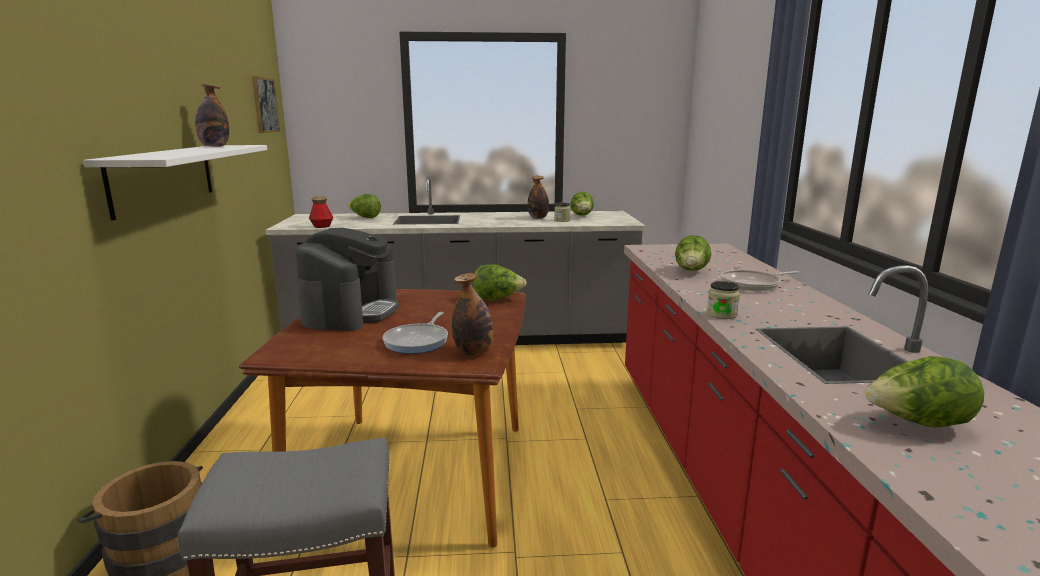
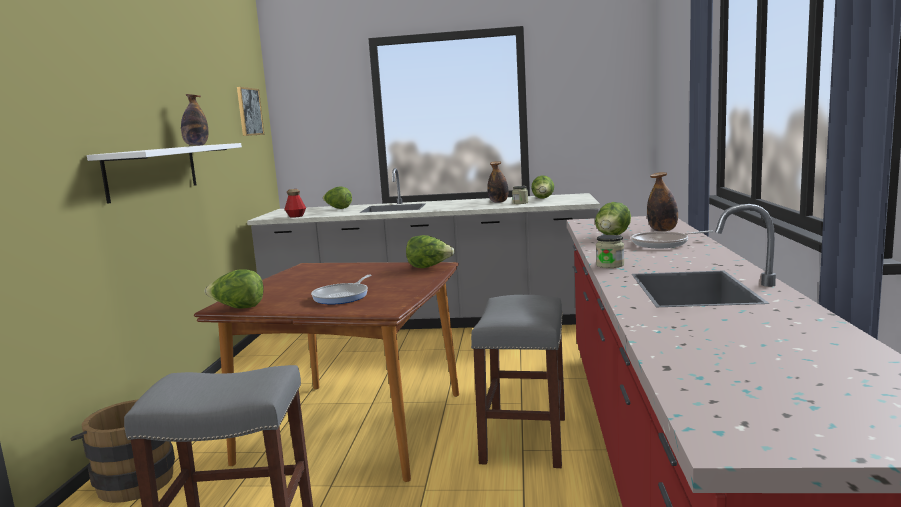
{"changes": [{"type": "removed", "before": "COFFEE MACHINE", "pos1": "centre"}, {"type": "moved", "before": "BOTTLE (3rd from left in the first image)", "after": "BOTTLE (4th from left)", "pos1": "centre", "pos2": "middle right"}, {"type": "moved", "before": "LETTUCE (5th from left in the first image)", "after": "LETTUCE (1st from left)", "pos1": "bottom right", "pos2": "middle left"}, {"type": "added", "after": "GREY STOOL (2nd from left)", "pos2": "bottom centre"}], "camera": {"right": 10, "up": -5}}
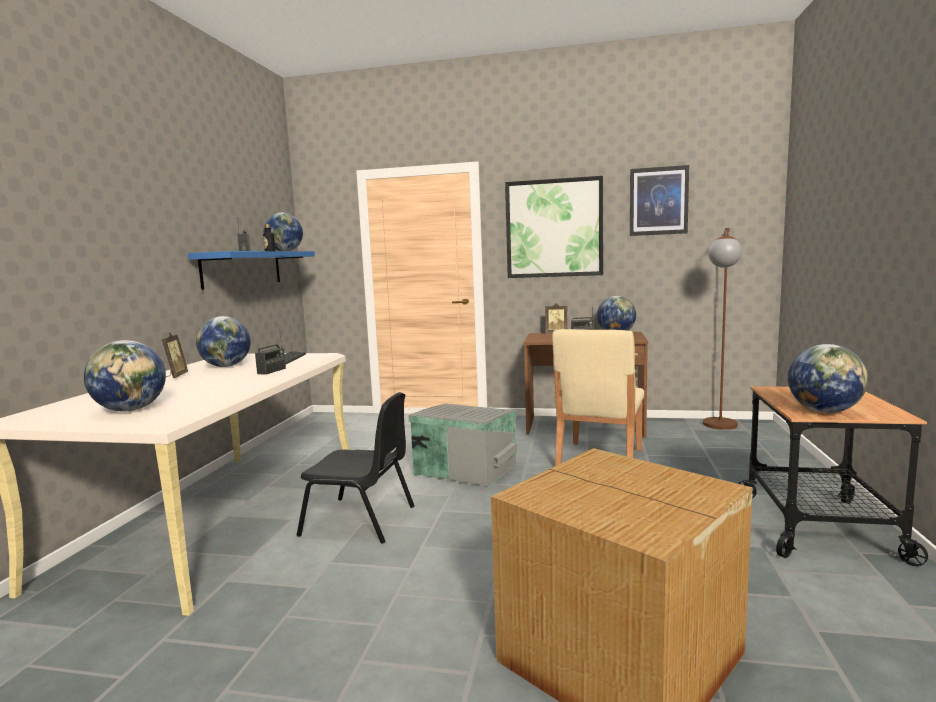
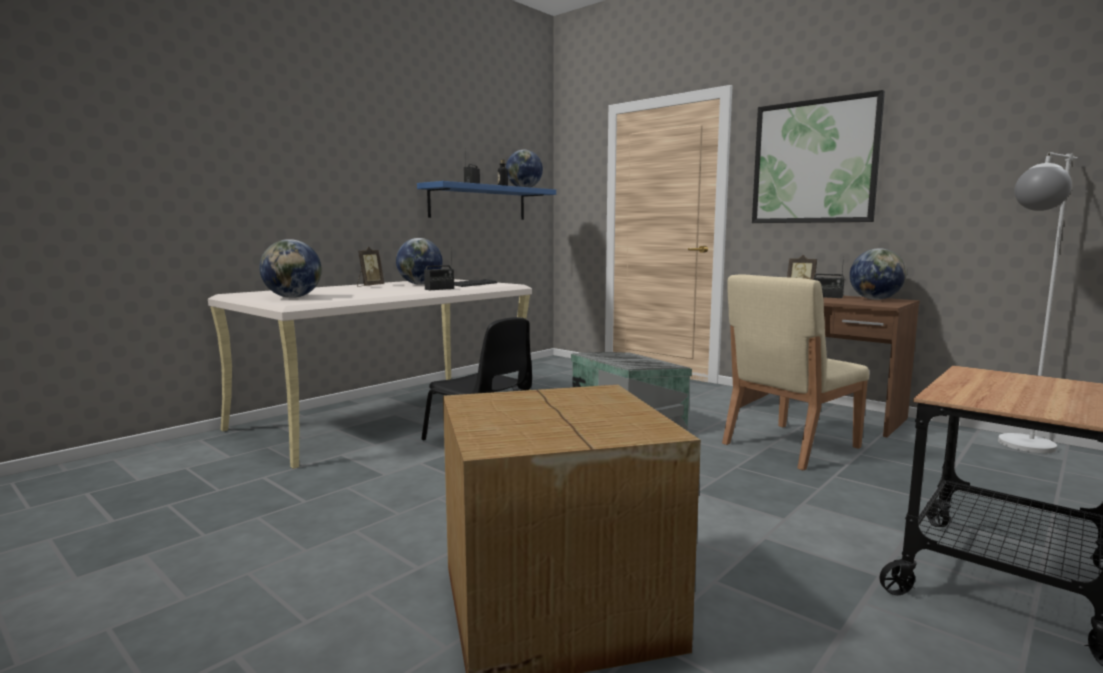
{"changes": [{"type": "removed", "before": "PICTURE (2nd from left)", "pos1": "top right"}, {"type": "recoloured", "before": "BROWN FLOOR LAMP", "after": "WHITE FLOOR LAMP", "pos1": "middle right", "pos2": "middle right"}, {"type": "removed", "before": "GLOBE (5th from left)", "pos1": "middle right"}], "camera": {"right": 30, "up": 0}}
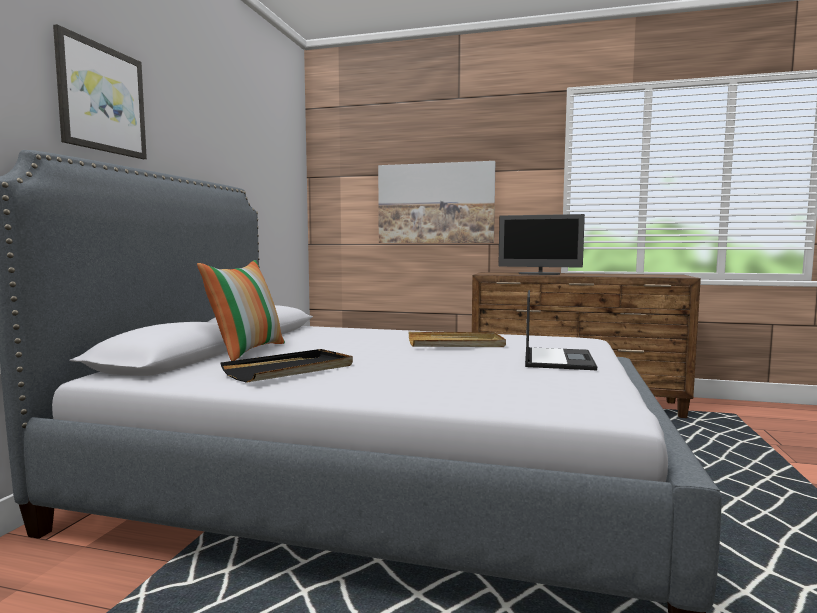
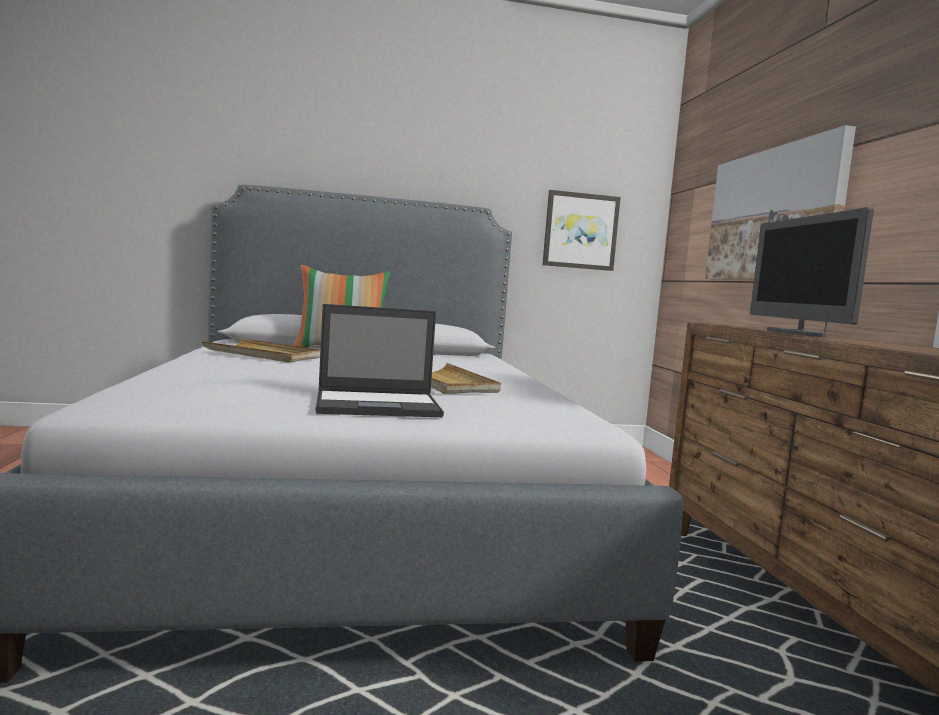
{"changes": [{"type": "moved", "before": "PICTURE (1st from left)", "pos1": "top left", "pos2": "top centre"}, {"type": "recoloured", "before": "BLACK TRAY", "after": "BEIGE TRAY (1st from left)", "pos1": "centre", "pos2": "middle left"}], "camera": {"right": 65, "up": 0}}
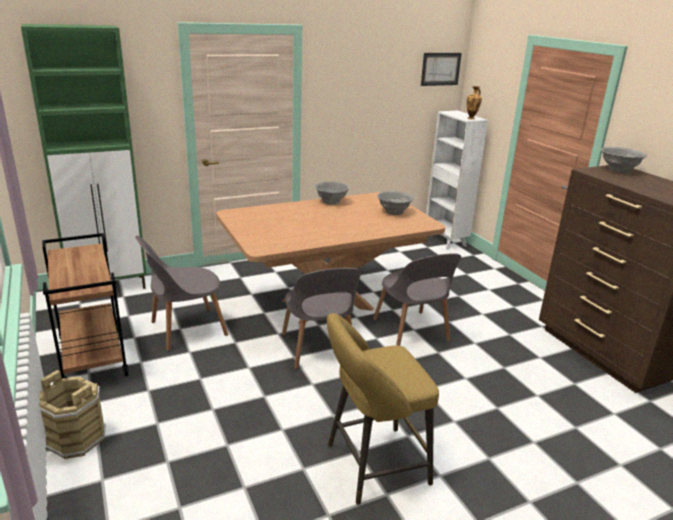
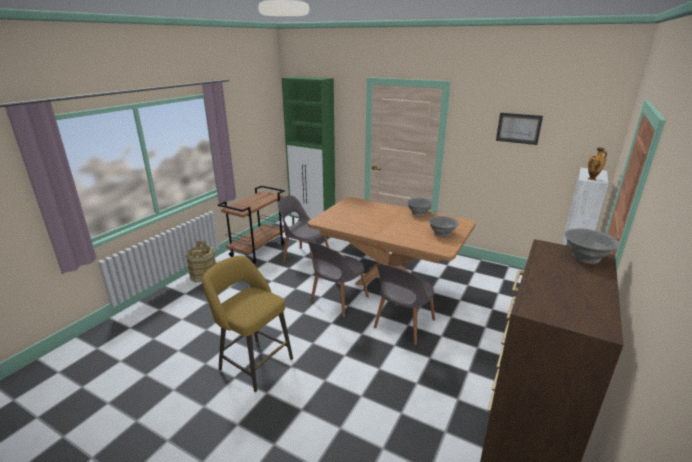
{"changes": [{"type": "moved", "before": "PICTURE", "pos1": "top centre", "pos2": "top right"}], "camera": {"right": 55, "up": 0}}
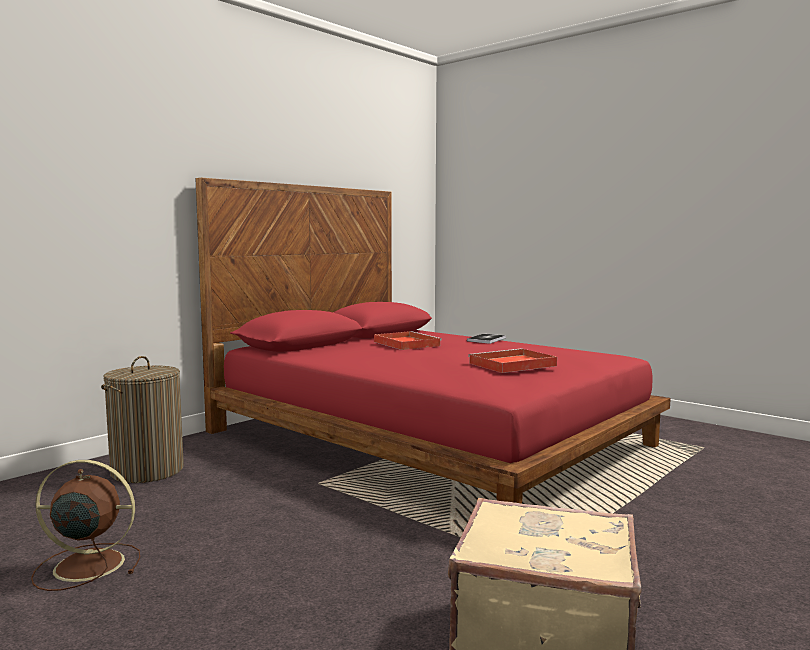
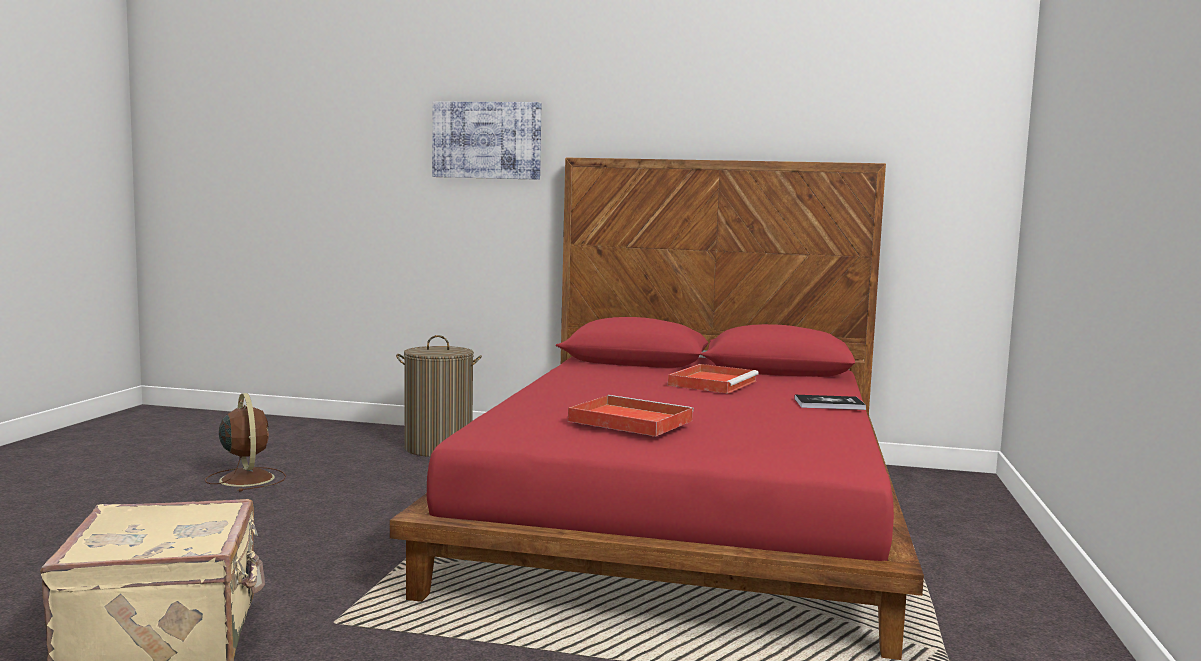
{"changes": [{"type": "added", "after": "PICTURE", "pos2": "top centre"}], "camera": {"right": 60, "up": 0}}
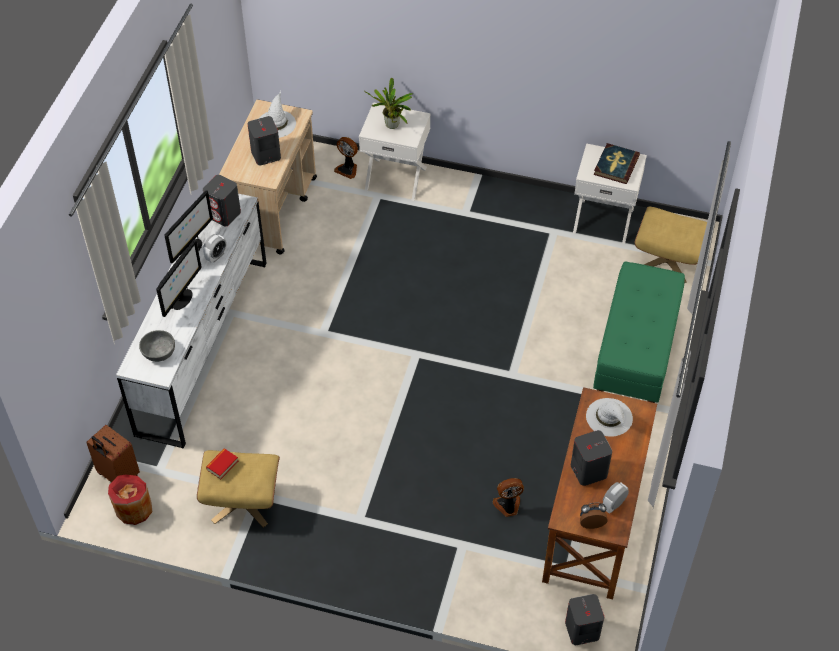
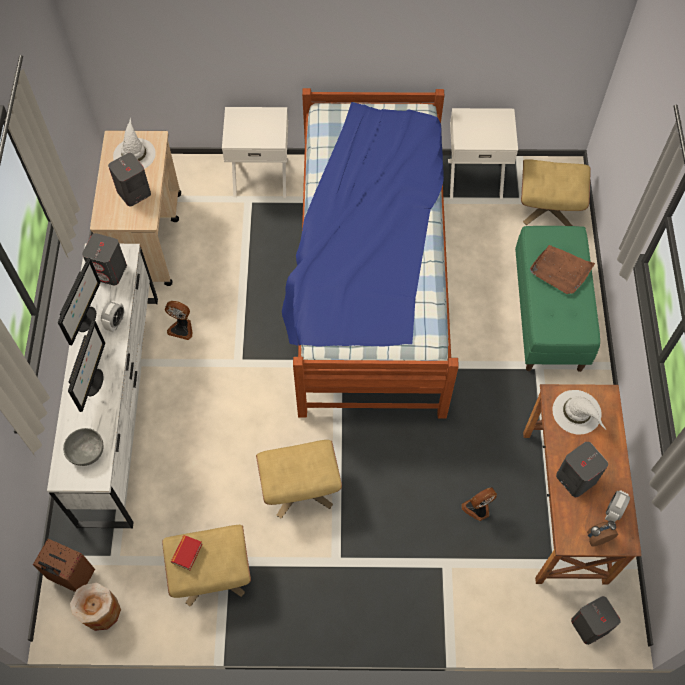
{"changes": [{"type": "removed", "before": "POTTED PLANT", "pos1": "top centre"}, {"type": "moved", "before": "FAN (1st from left)", "pos1": "top centre", "pos2": "middle left"}, {"type": "removed", "before": "BOOK (2nd from left)", "pos1": "top right"}, {"type": "recoloured", "before": "RED VASE", "after": "BEIGE VASE", "pos1": "bottom left", "pos2": "bottom left"}, {"type": "added", "after": "BED", "pos2": "centre"}, {"type": "added", "after": "BROWN TRAY", "pos2": "middle right"}, {"type": "added", "after": "BEIGE OTTOMAN (2nd from left)", "pos2": "bottom centre"}], "camera": {"right": -15, "up": 10}}
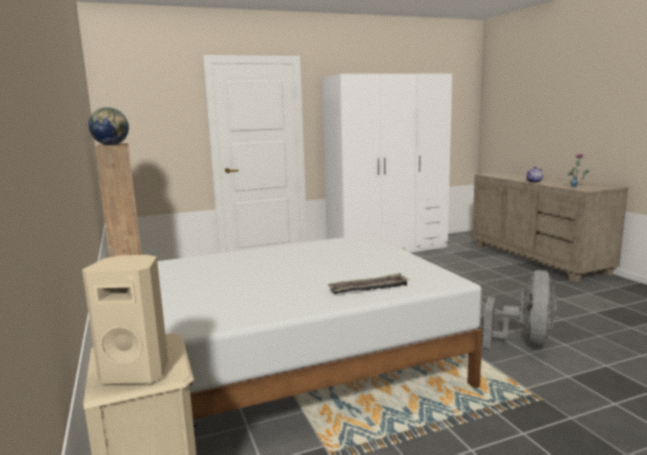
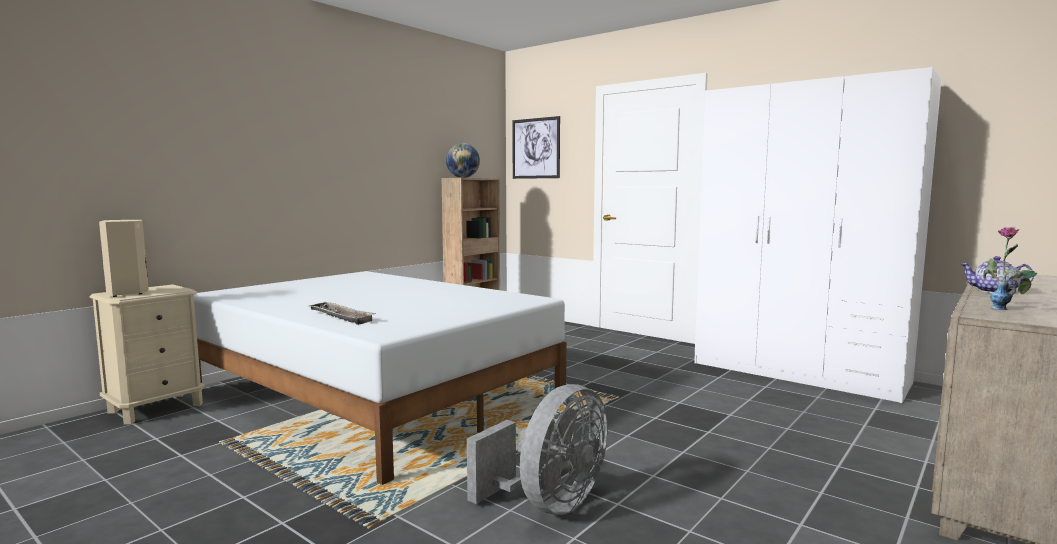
{"changes": [{"type": "turned", "before": "GREY FAN", "pos1": "bottom right", "pos2": "bottom centre", "turn": -45}, {"type": "added", "after": "PICTURE", "pos2": "top centre"}], "camera": {"right": 60, "up": -5}}
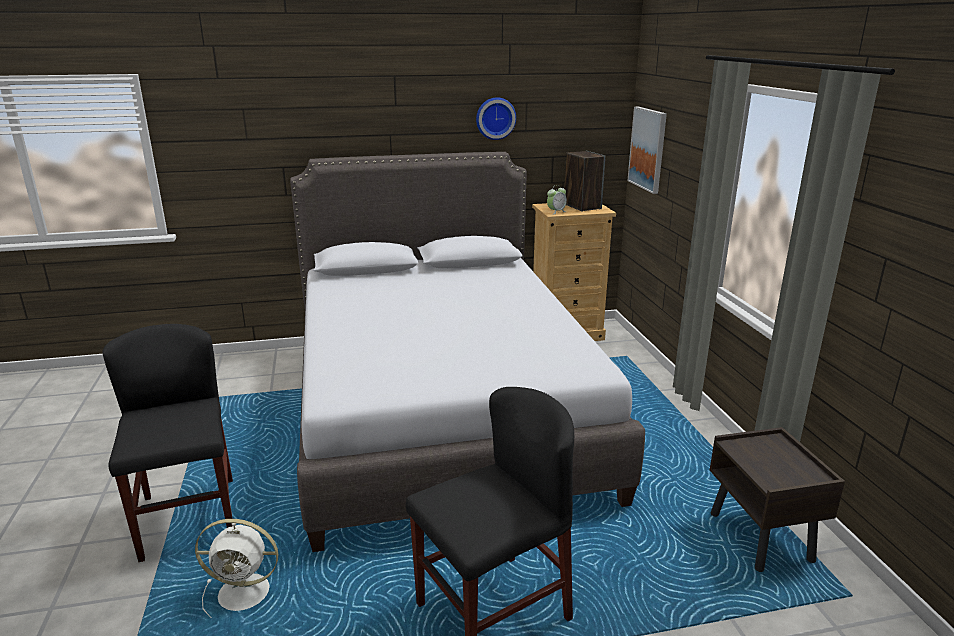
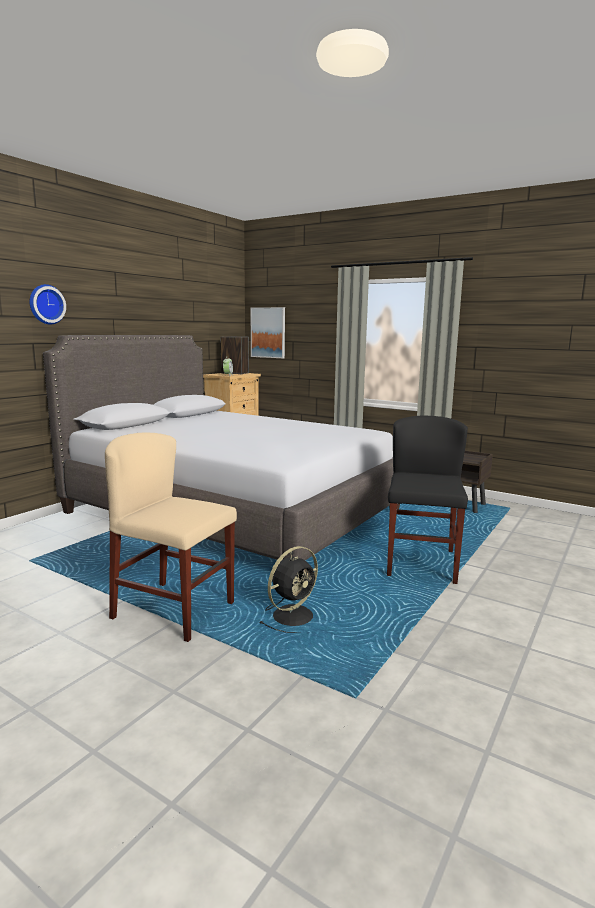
{"changes": [{"type": "moved", "before": "WALL CLOCK", "pos1": "top centre", "pos2": "middle left"}, {"type": "recoloured", "before": "BLACK CHAIR (1st from left)", "after": "BEIGE CHAIR", "pos1": "bottom left", "pos2": "middle left"}, {"type": "recoloured", "before": "WHITE FAN", "after": "BLACK FAN", "pos1": "bottom left", "pos2": "centre"}], "camera": {"right": -45, "up": -10}}
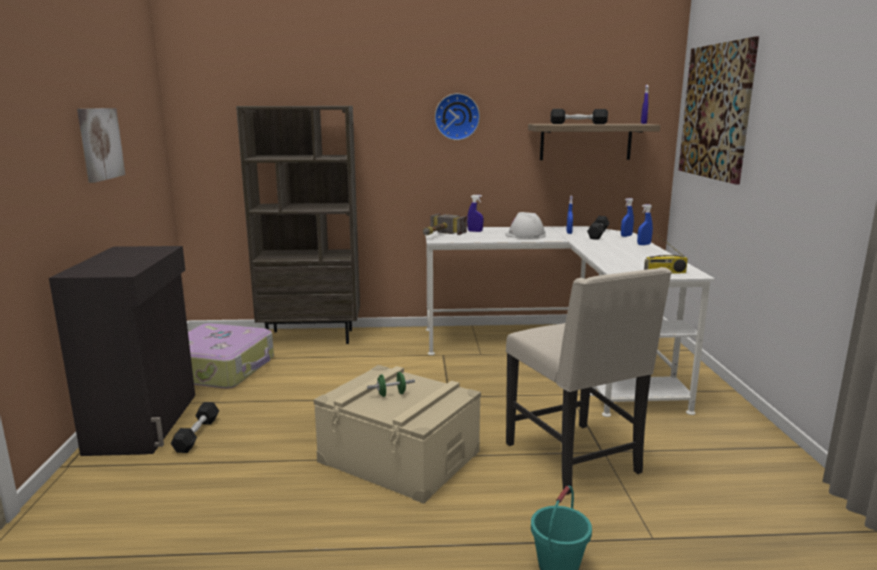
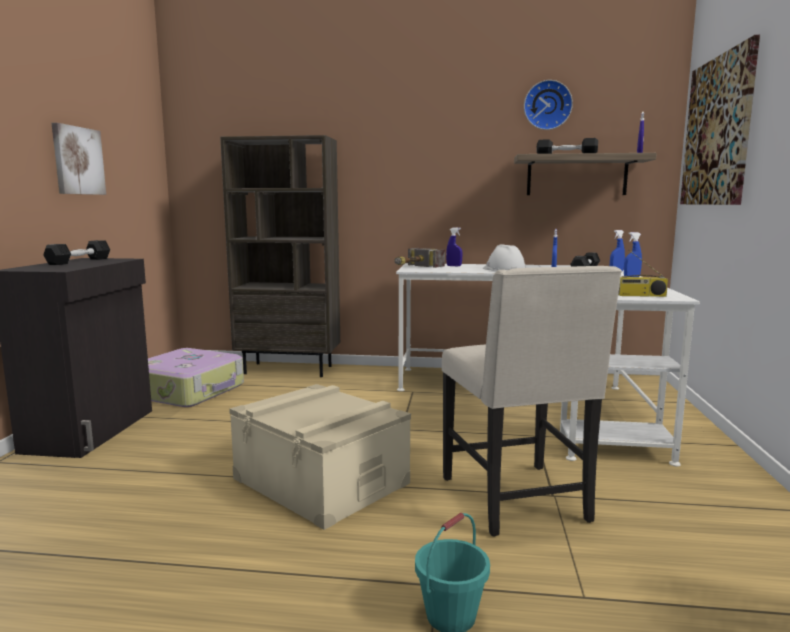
{"changes": [{"type": "moved", "before": "WALL CLOCK", "pos1": "top centre", "pos2": "top right"}, {"type": "removed", "before": "GREEN DUMBBELL", "pos1": "bottom centre"}, {"type": "moved", "before": "BLACK DUMBBELL (1st from left)", "pos1": "bottom left", "pos2": "middle left"}], "camera": {"right": 10, "up": -5}}
